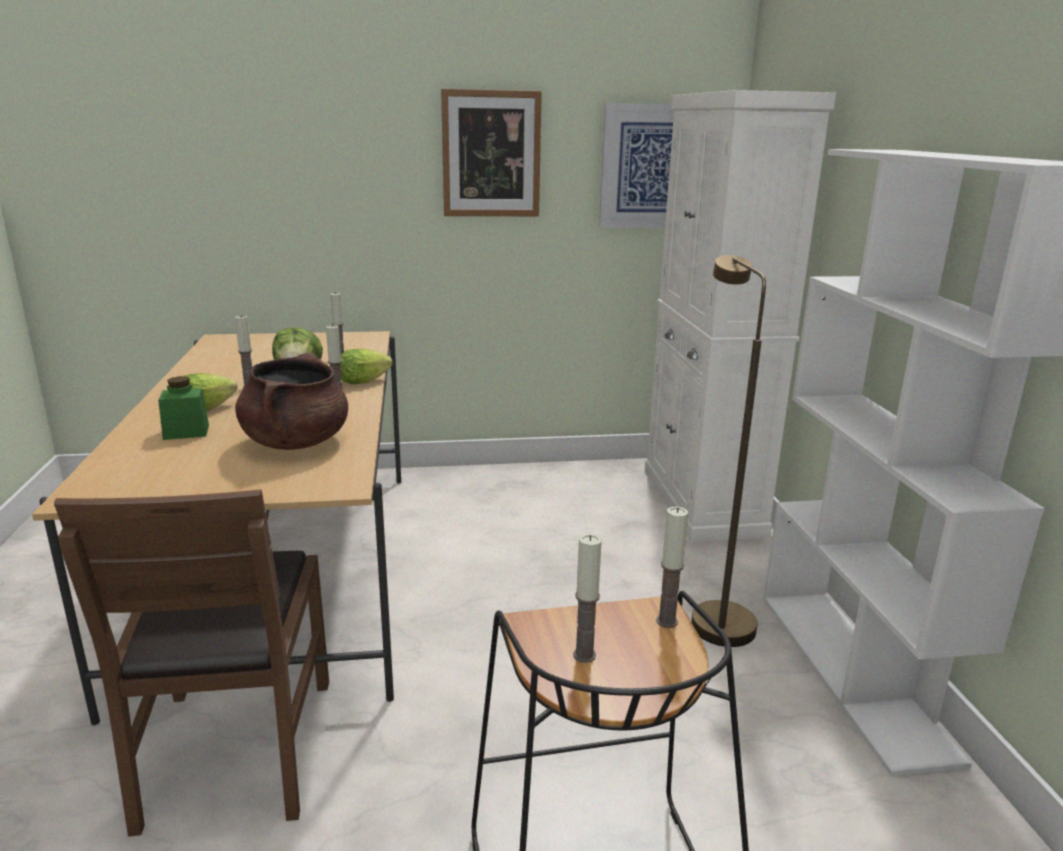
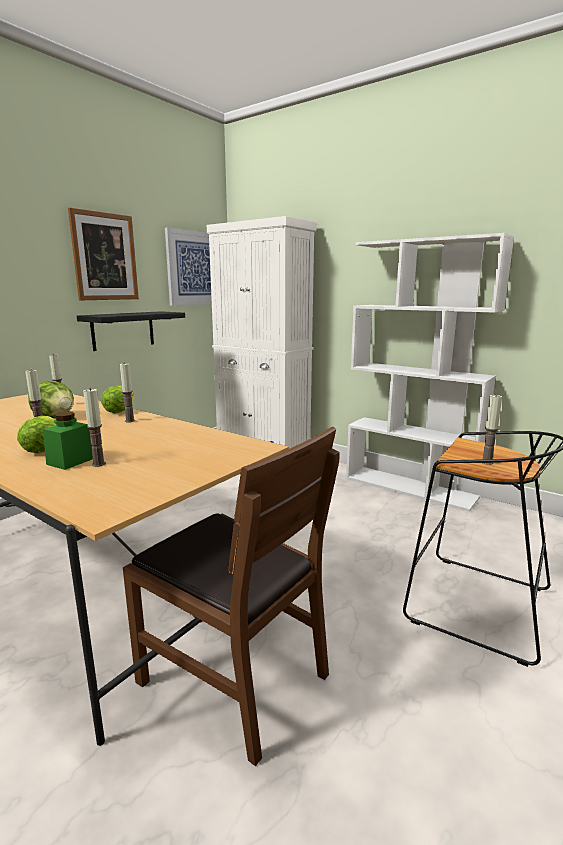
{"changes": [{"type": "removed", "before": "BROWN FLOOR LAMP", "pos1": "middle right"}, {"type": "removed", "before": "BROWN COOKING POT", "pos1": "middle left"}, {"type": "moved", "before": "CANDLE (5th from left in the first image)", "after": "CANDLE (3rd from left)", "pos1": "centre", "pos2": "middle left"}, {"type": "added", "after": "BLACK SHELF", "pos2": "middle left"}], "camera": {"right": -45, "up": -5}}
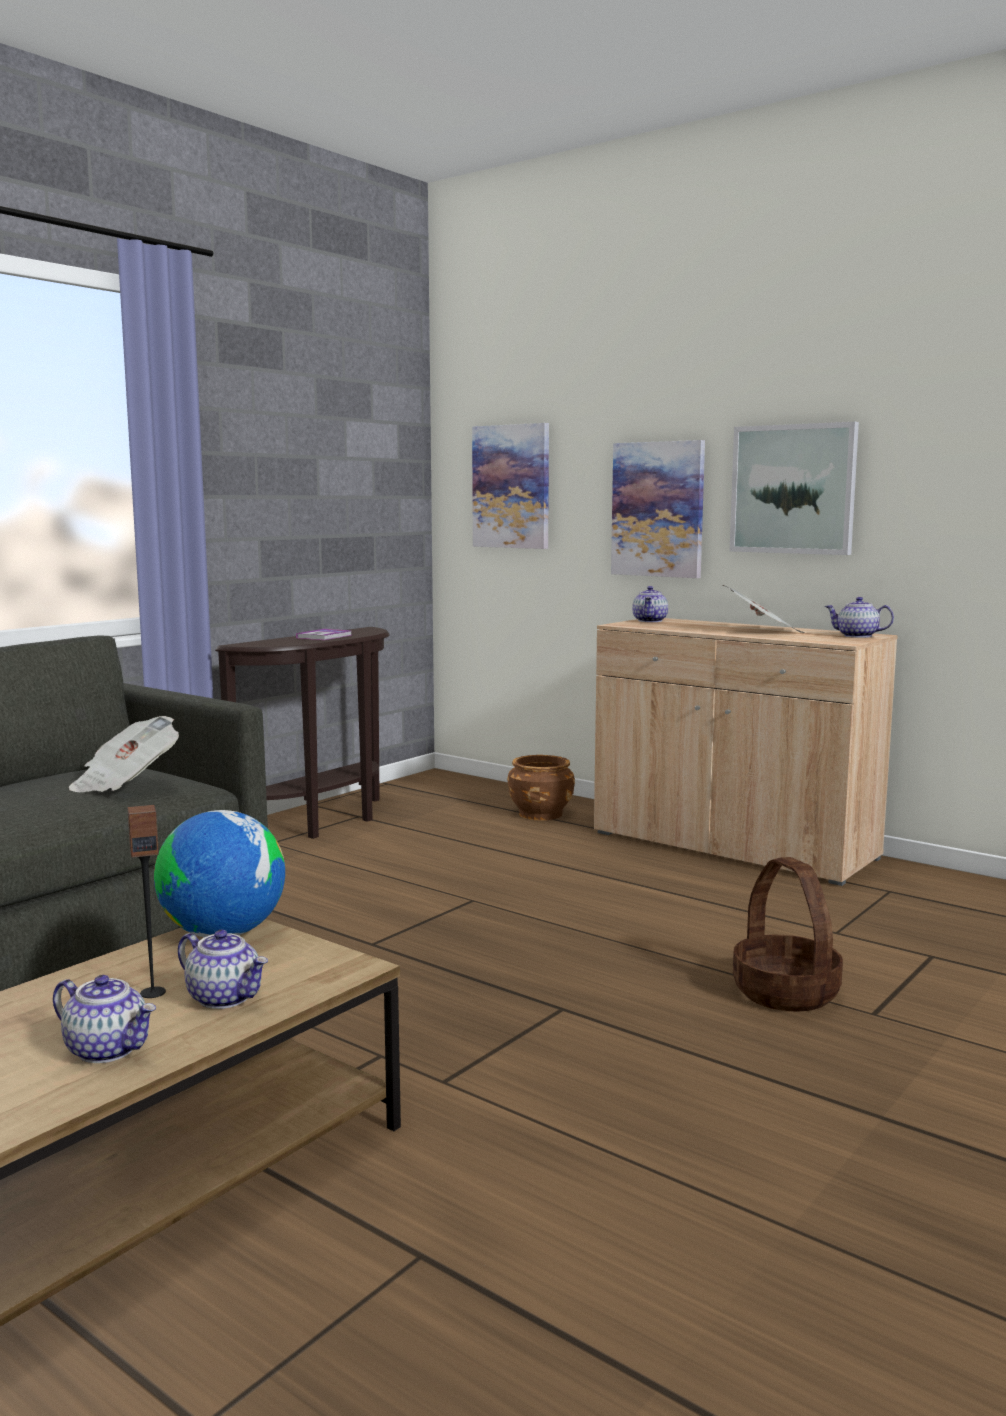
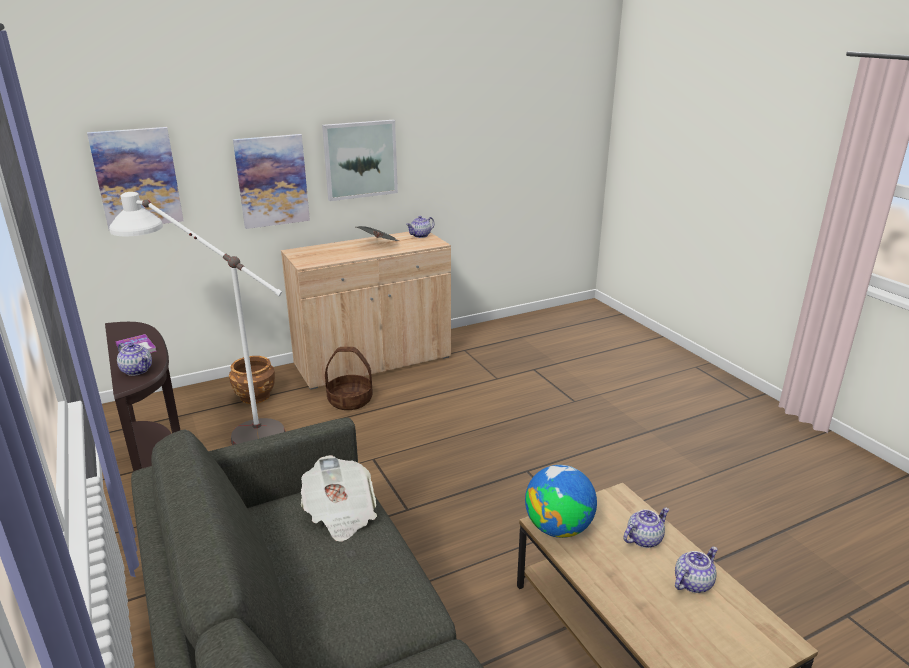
{"changes": [{"type": "moved", "before": "TEAPOT (3rd from left in the first image)", "after": "TEAPOT (1st from left)", "pos1": "centre", "pos2": "middle left"}, {"type": "removed", "before": "SPEAKER", "pos1": "middle left"}, {"type": "moved", "before": "BASKET", "pos1": "middle right", "pos2": "centre"}, {"type": "added", "after": "WHITE FLOOR LAMP", "pos2": "middle left"}], "camera": {"right": -65, "up": 15}}
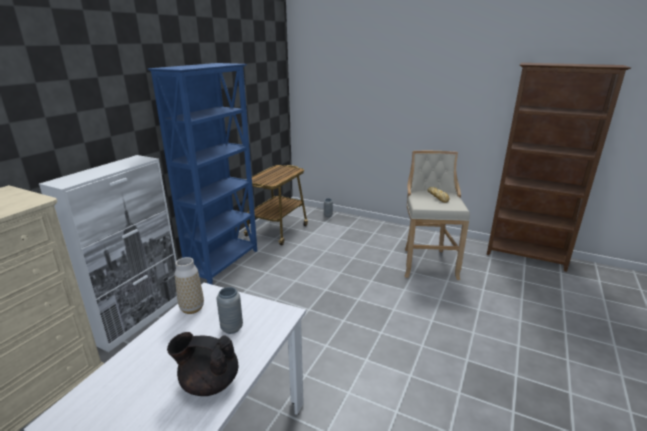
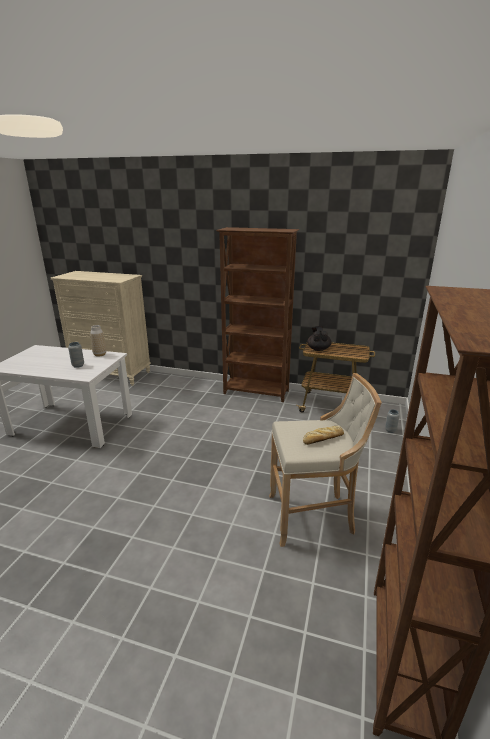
{"changes": [{"type": "recoloured", "before": "BLUE BOOKCASE", "after": "BROWN BOOKCASE (1st from left)", "pos1": "middle left", "pos2": "centre"}, {"type": "removed", "before": "WHITE CABINET", "pos1": "middle left"}, {"type": "moved", "before": "BLACK TEAPOT", "pos1": "bottom left", "pos2": "centre"}], "camera": {"right": 80, "up": 0}}
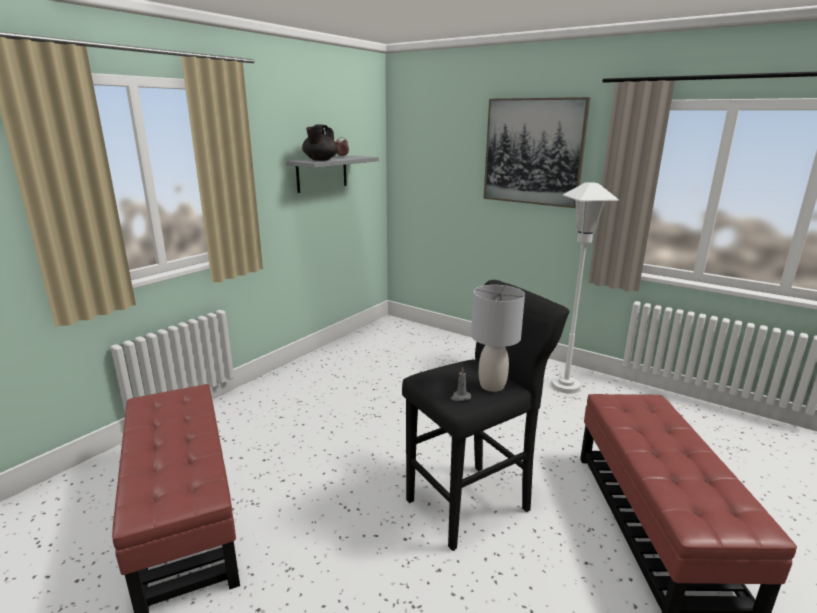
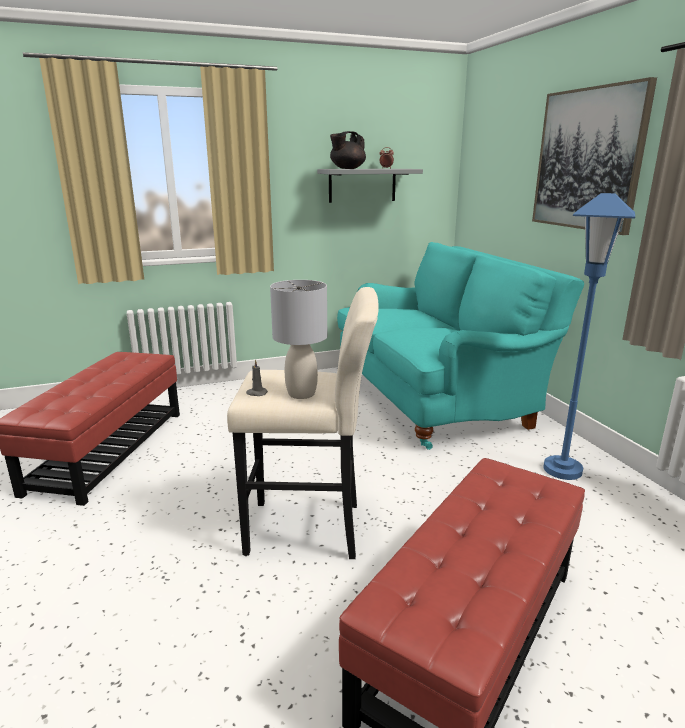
{"changes": [{"type": "recoloured", "before": "WHITE FLOOR LAMP", "after": "BLUE FLOOR LAMP", "pos1": "middle right", "pos2": "middle right"}, {"type": "recoloured", "before": "BLACK STOOL", "after": "BEIGE STOOL", "pos1": "bottom centre", "pos2": "centre"}, {"type": "added", "after": "TURQUOISE SOFA", "pos2": "middle right"}], "camera": {"right": 35, "up": 0}}
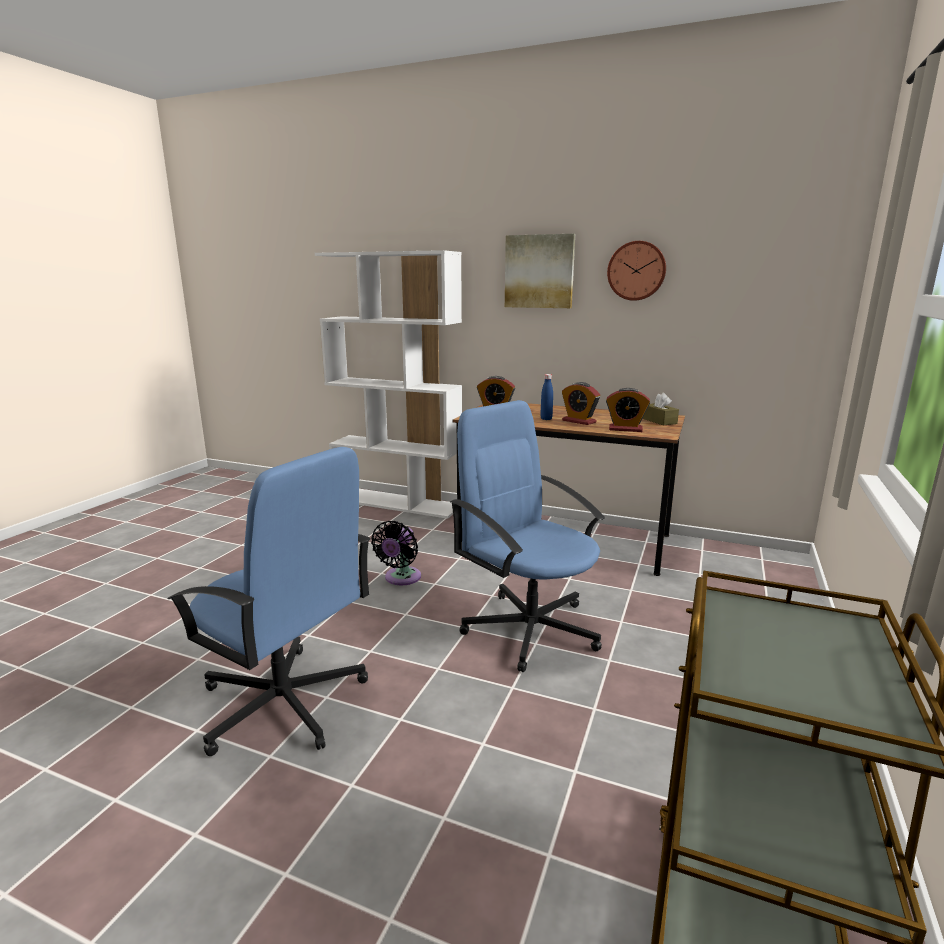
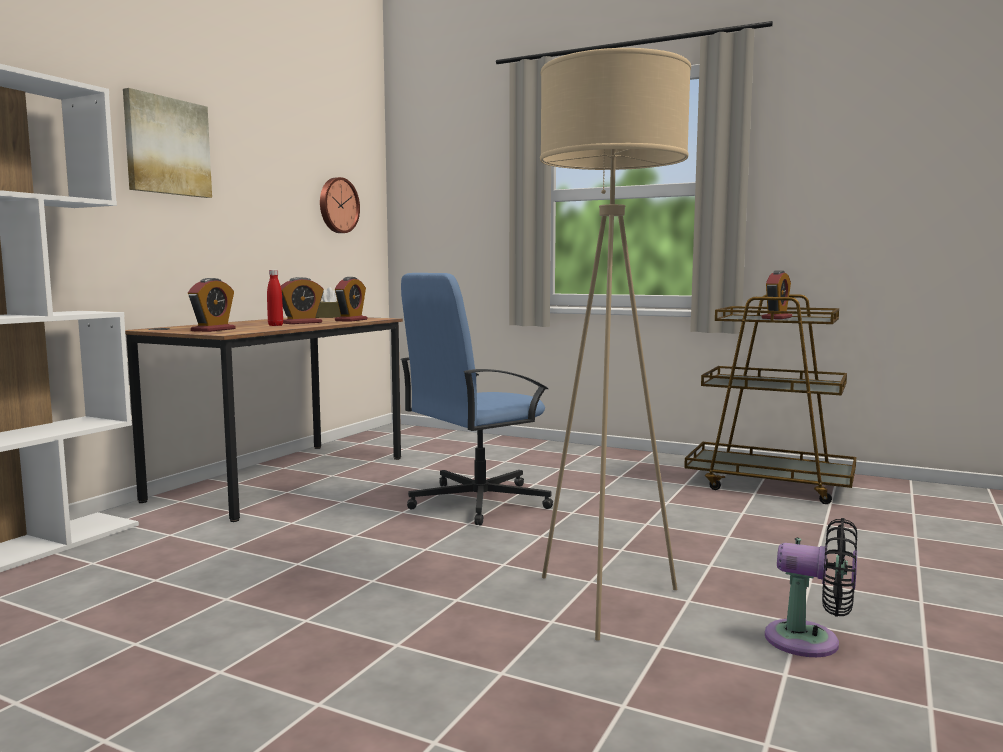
{"changes": [{"type": "moved", "before": "WALL CLOCK", "pos1": "top right", "pos2": "top centre"}, {"type": "recoloured", "before": "BLUE BOTTLE", "after": "RED BOTTLE", "pos1": "centre", "pos2": "middle left"}, {"type": "replaced", "before": "BLUE OFFICE CHAIR (1st from left)", "after": "BEIGE FLOOR LAMP", "pos1": "middle left", "pos2": "centre"}, {"type": "moved", "before": "BLACK FAN", "pos1": "centre", "pos2": "bottom right"}, {"type": "added", "after": "ALARM CLOCK (4th from left)", "pos2": "middle right"}], "camera": {"right": -85, "up": -10}}
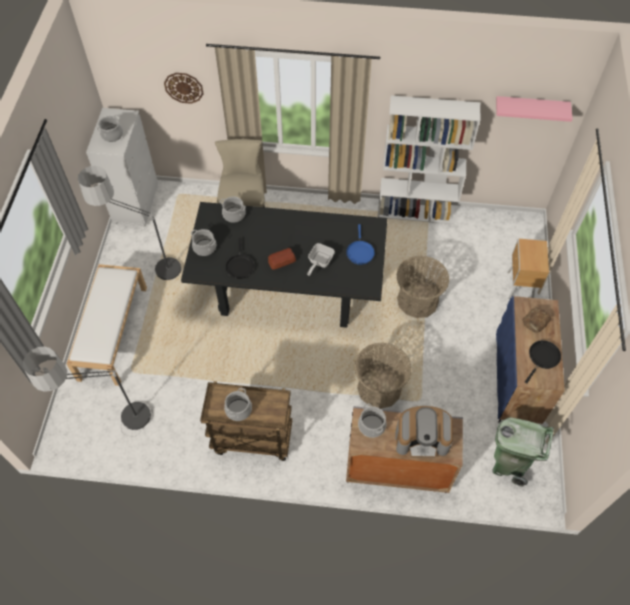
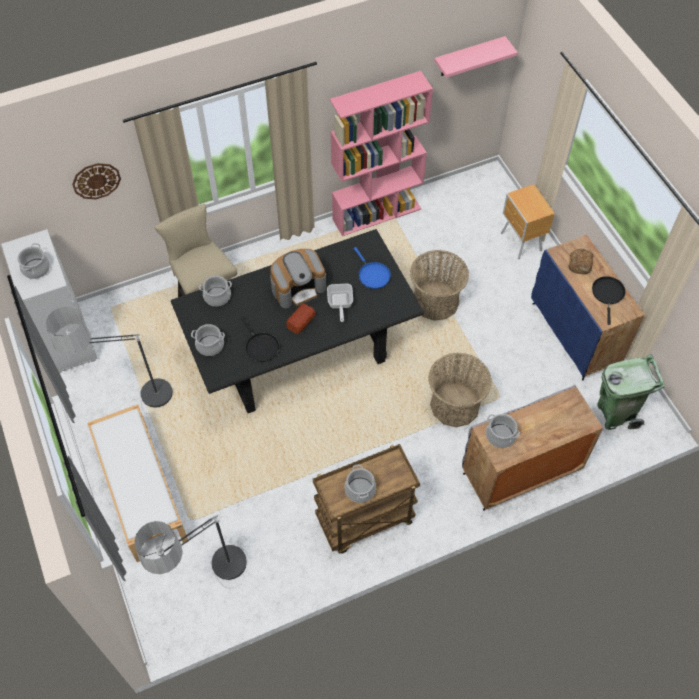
{"changes": [{"type": "recoloured", "before": "WHITE BOOKCASE", "after": "PINK BOOKCASE", "pos1": "top right", "pos2": "top centre"}, {"type": "moved", "before": "COFFEE MACHINE", "pos1": "bottom right", "pos2": "centre"}], "camera": {"right": -30, "up": 0}}
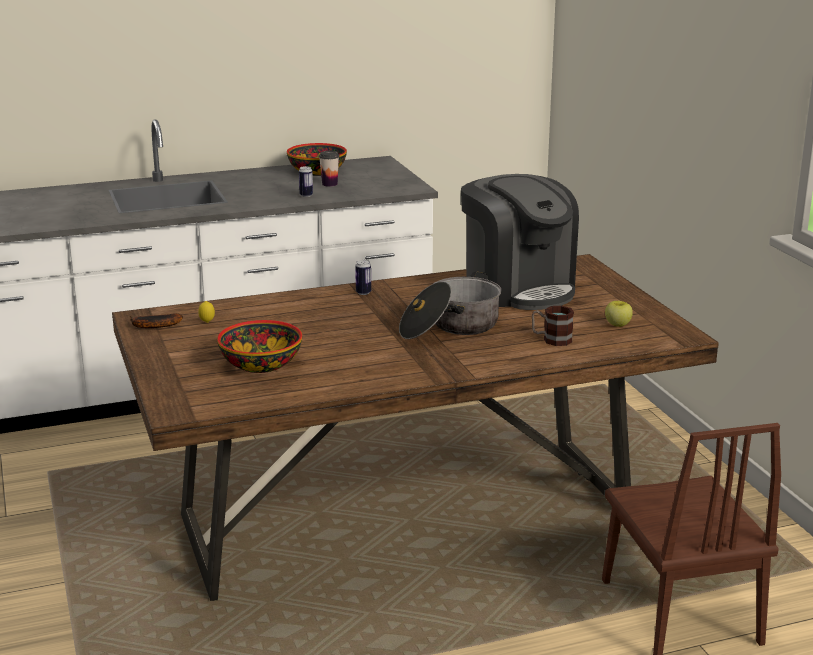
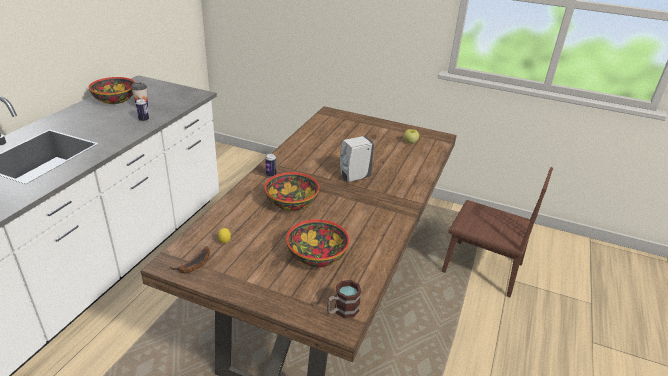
{"changes": [{"type": "removed", "before": "COFFEE MACHINE", "pos1": "centre"}, {"type": "replaced", "before": "COOKING POT", "after": "WHITE SOAP DISPENSER", "pos1": "centre", "pos2": "centre"}, {"type": "moved", "before": "MUG", "pos1": "middle right", "pos2": "bottom centre"}, {"type": "added", "after": "BOWL (2nd from left)", "pos2": "centre"}], "camera": {"right": -50, "up": 10}}
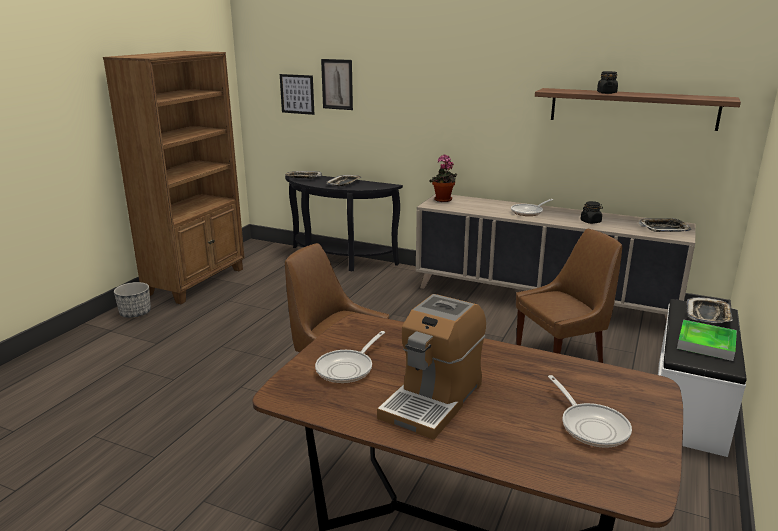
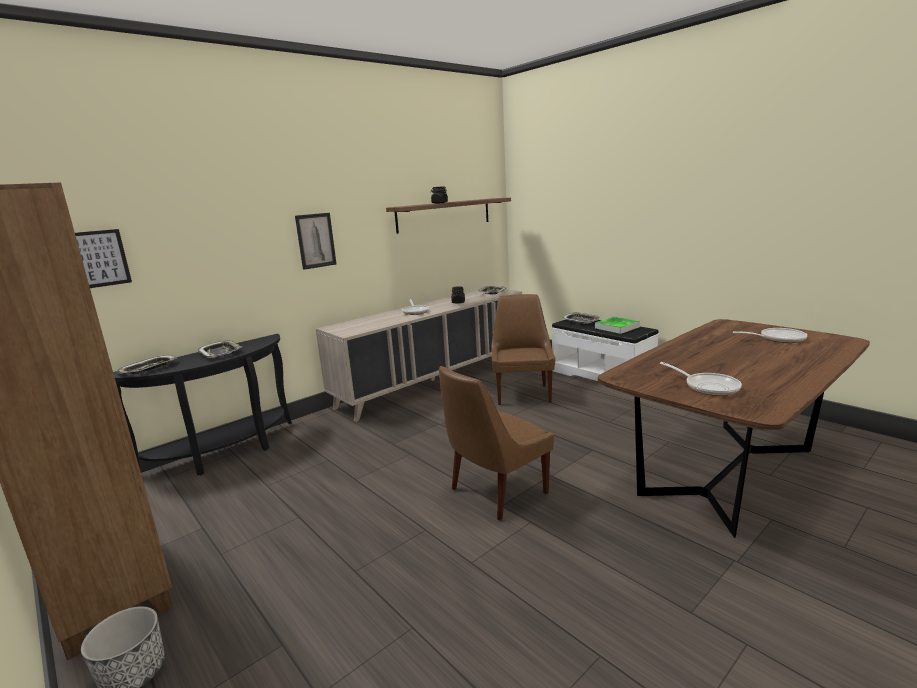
{"changes": [{"type": "moved", "before": "PICTURE (2nd from left)", "pos1": "top centre", "pos2": "centre"}, {"type": "removed", "before": "POTTED PLANT", "pos1": "centre"}, {"type": "removed", "before": "COFFEE MACHINE", "pos1": "bottom centre"}], "camera": {"right": -65, "up": -5}}
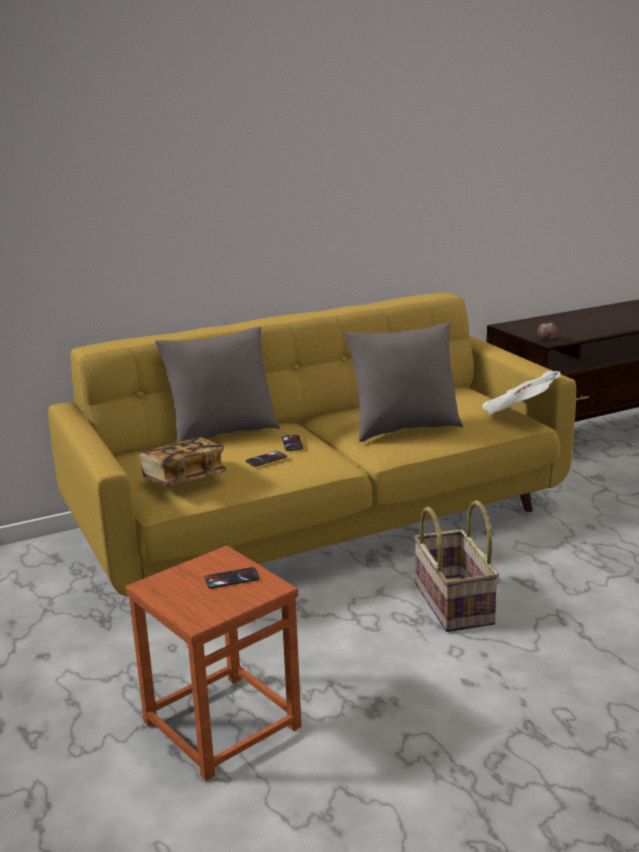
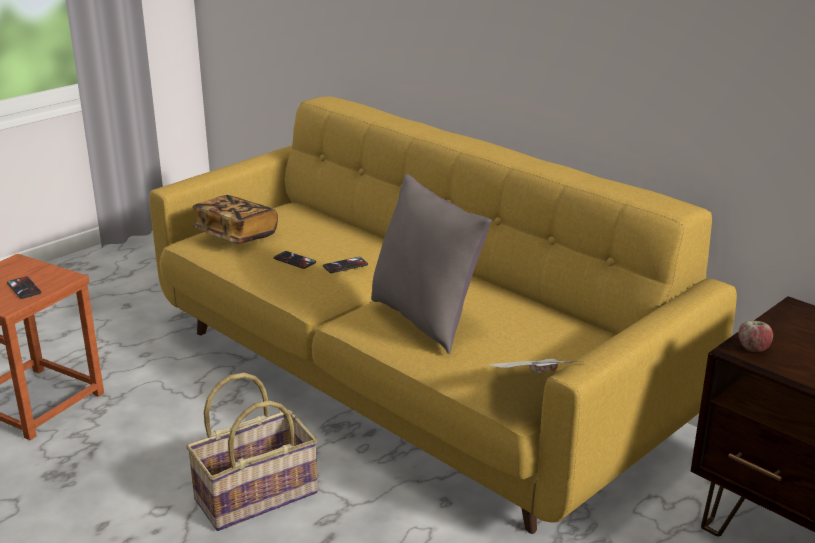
{"changes": [{"type": "removed", "before": "GREY PILLOW (1st from left)", "pos1": "centre"}], "camera": {"right": 70, "up": 5}}
